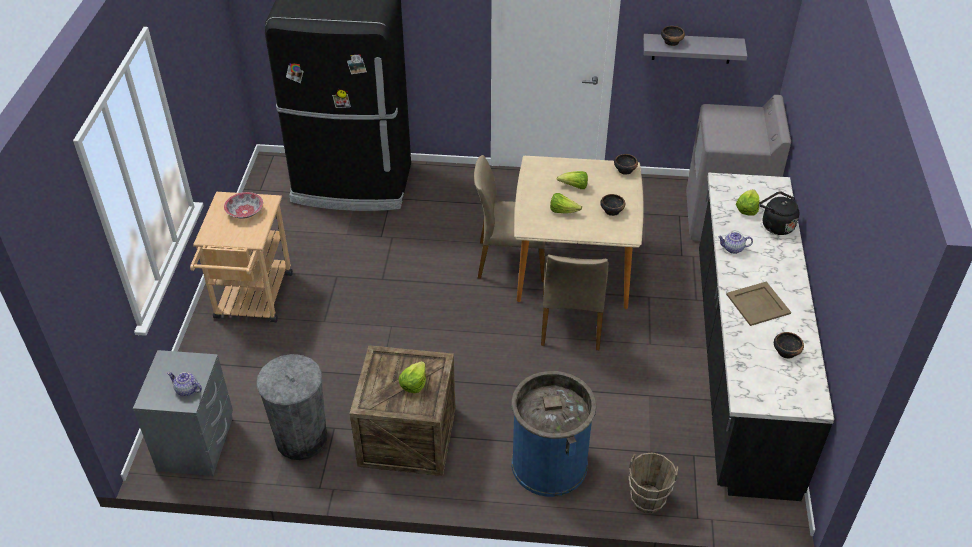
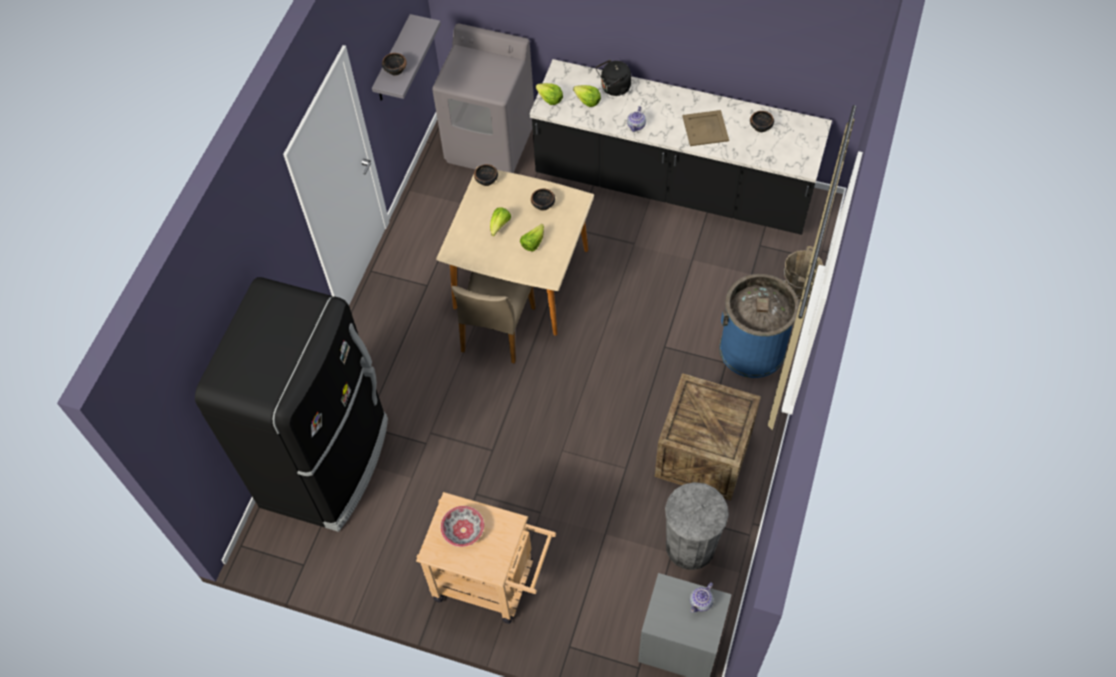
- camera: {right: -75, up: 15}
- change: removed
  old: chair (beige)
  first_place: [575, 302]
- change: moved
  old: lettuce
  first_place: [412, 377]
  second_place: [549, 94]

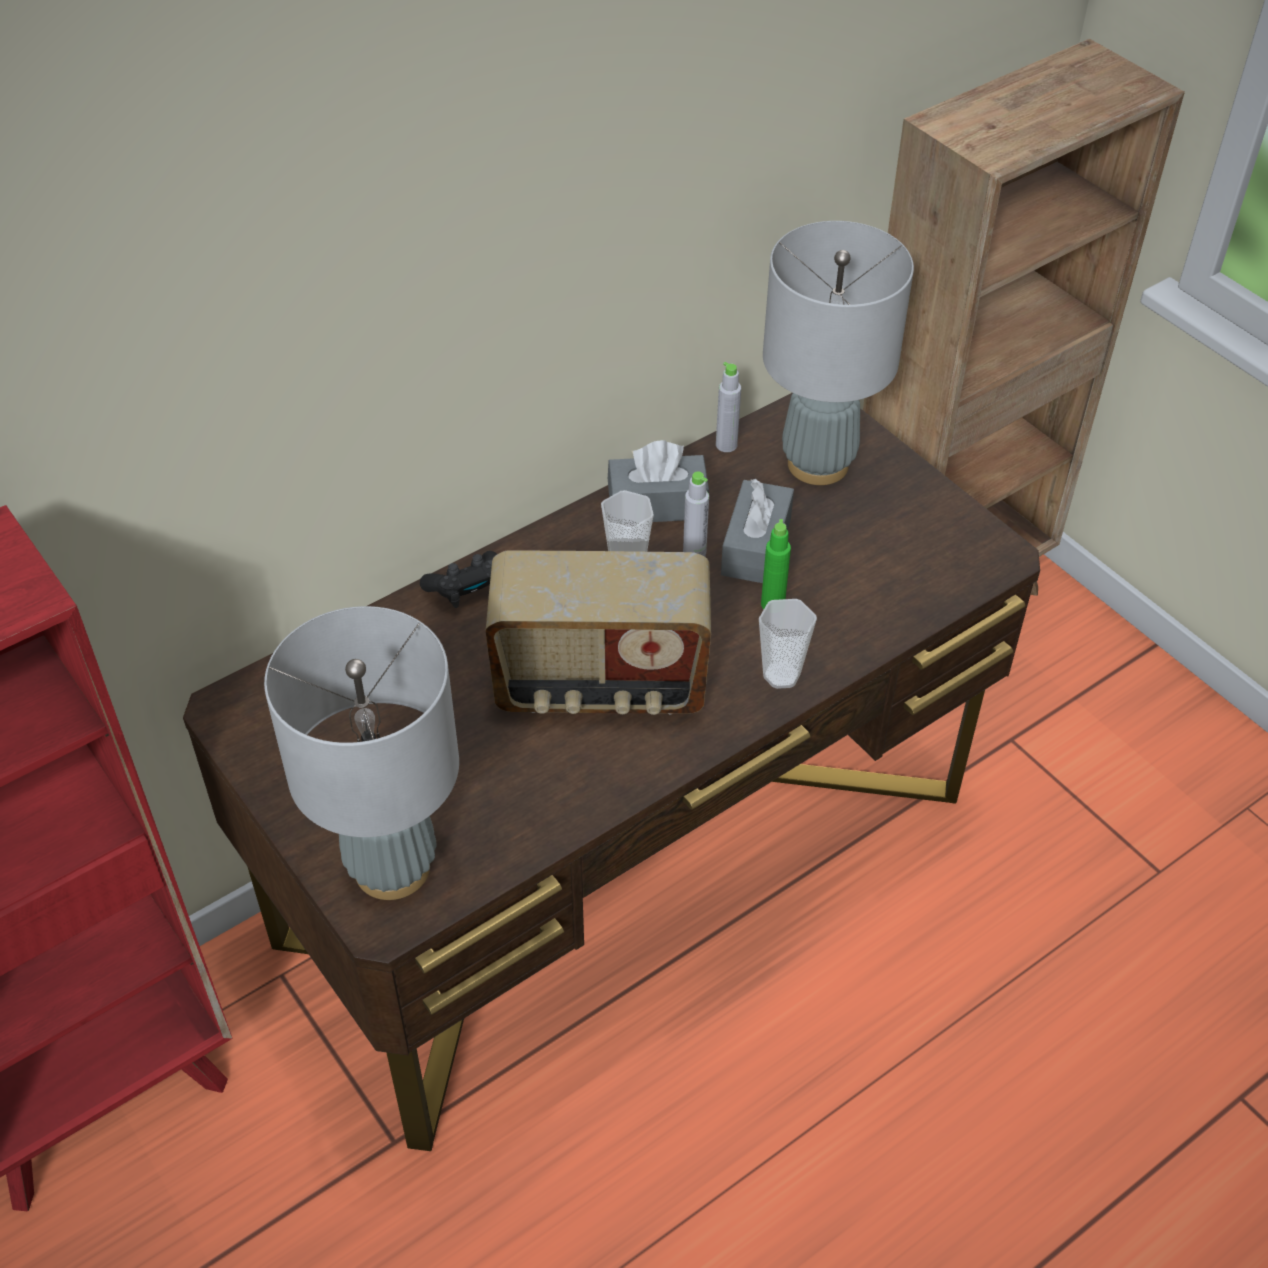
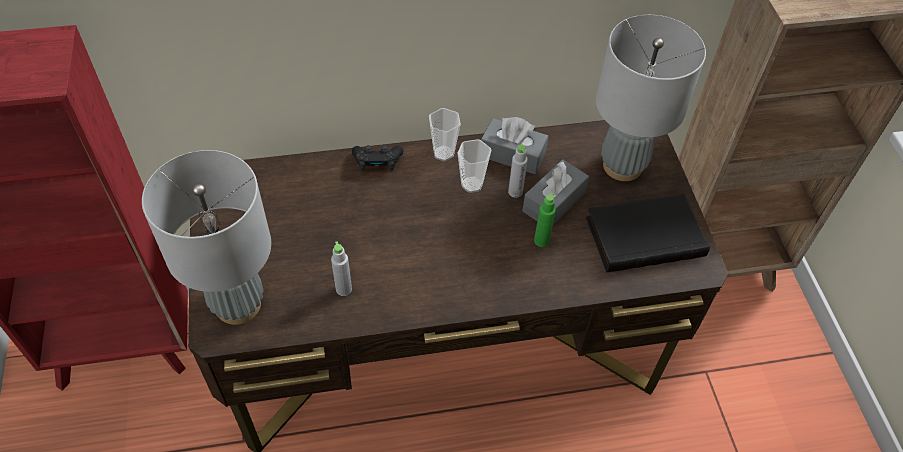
- camera: {right: 25, up: 5}
- change: removed
  old: radio
  first_place: [598, 632]
- change: added
  new: book (black)
  second_place: [648, 233]
- change: moved
  old: bottle (grey)
  first_place: [728, 407]
  second_place: [341, 268]
- change: moved
  old: cup
  first_place: [788, 644]
  second_place: [445, 134]

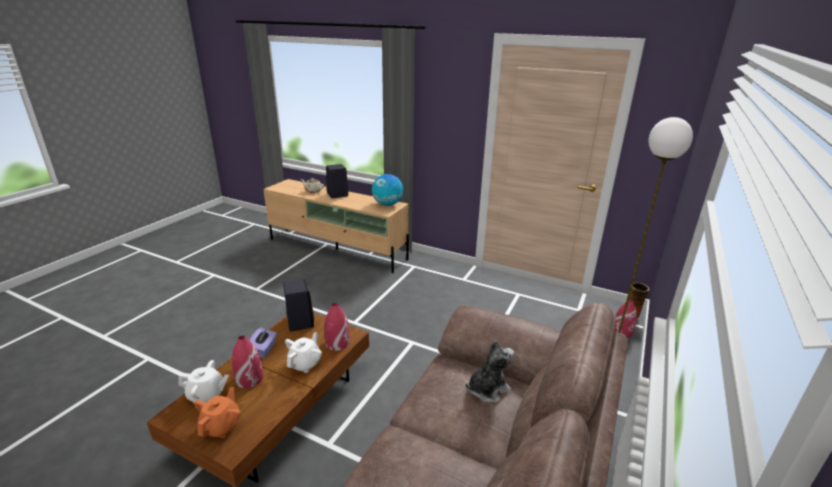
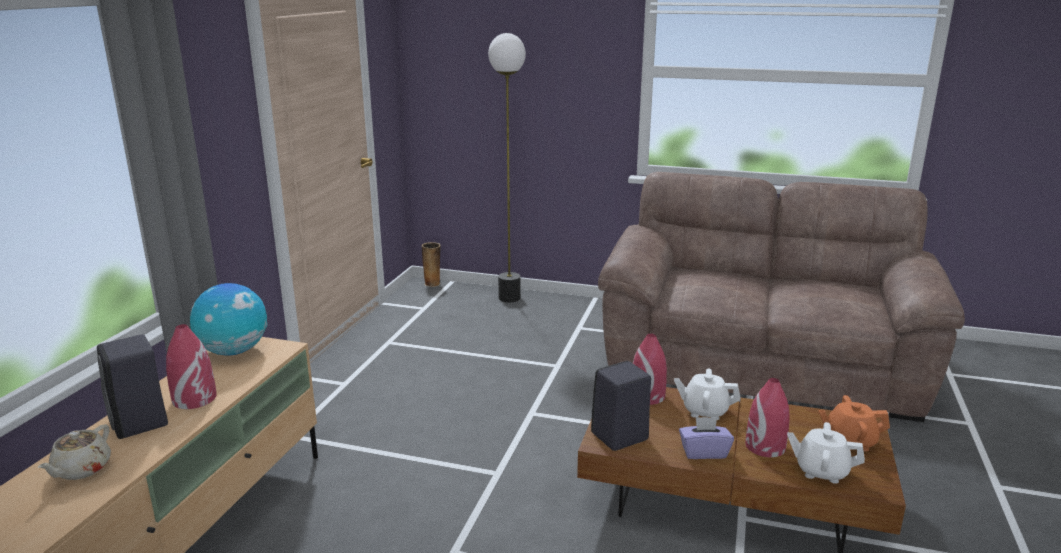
- camera: {right: -100, up: -5}
- change: removed
  old: plush toy
  first_place: [489, 371]
- change: moved
  old: vase (red)
  first_place: [626, 318]
  second_place: [191, 366]
- change: turned
  old: teapot (white)
  first_place: [203, 381]
  second_place: [826, 453]
  degrees: -60

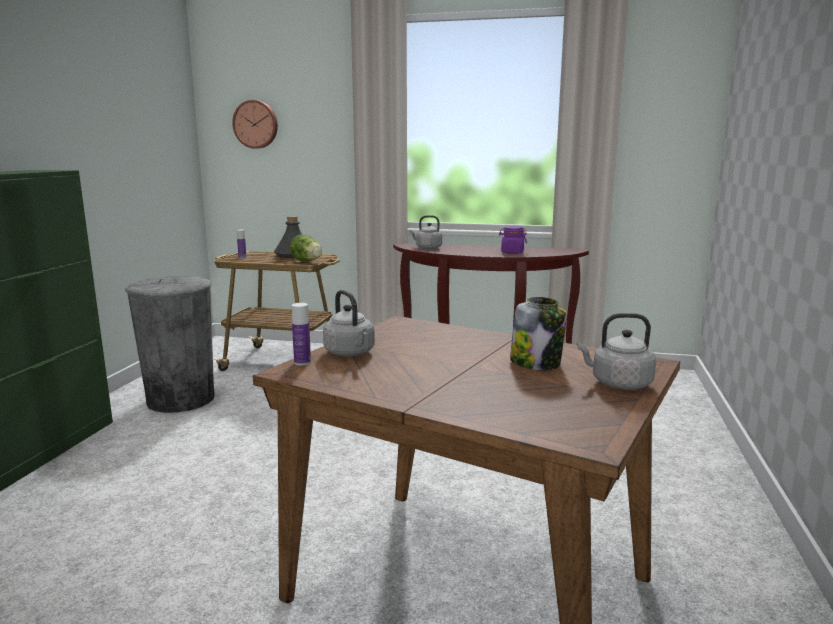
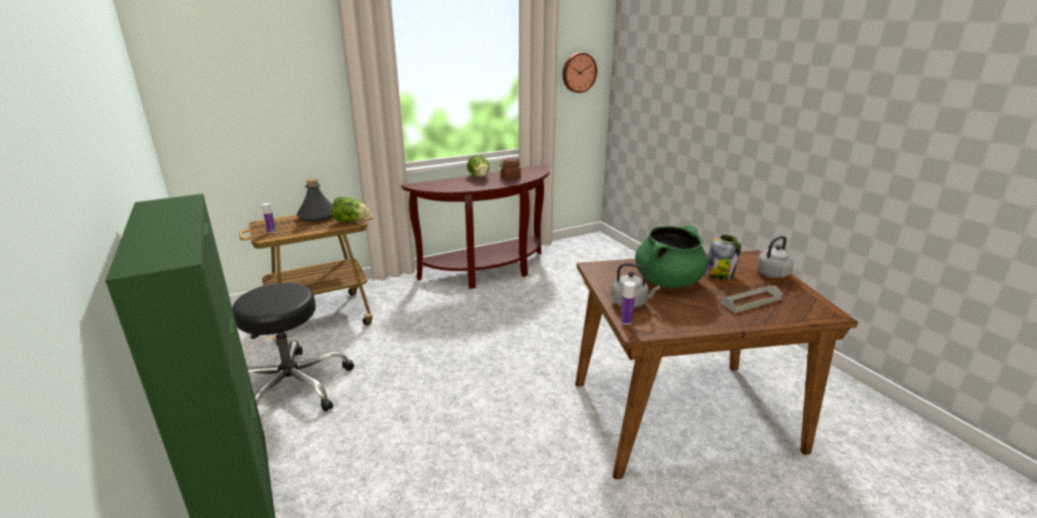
- camera: {right: -40, up: 10}
- change: removed
  old: kettle (grey)
  first_place: [426, 232]
- change: added
  new: lettuce
  second_place: [478, 166]
- change: added
  new: cooking pot (green)
  second_place: [671, 257]
- change: added
  new: tray (grey)
  second_place: [751, 299]
- change: moved
  old: wall clock
  first_place: [255, 124]
  second_place: [580, 73]
- change: replaced
  old: trash can (grey)
  new: stool (black)
  first_place: [170, 344]
  second_place: [293, 347]
- change: recoloured
  old: jar (purple)
  new: jar (brown)
  first_place: [513, 240]
  second_place: [510, 169]

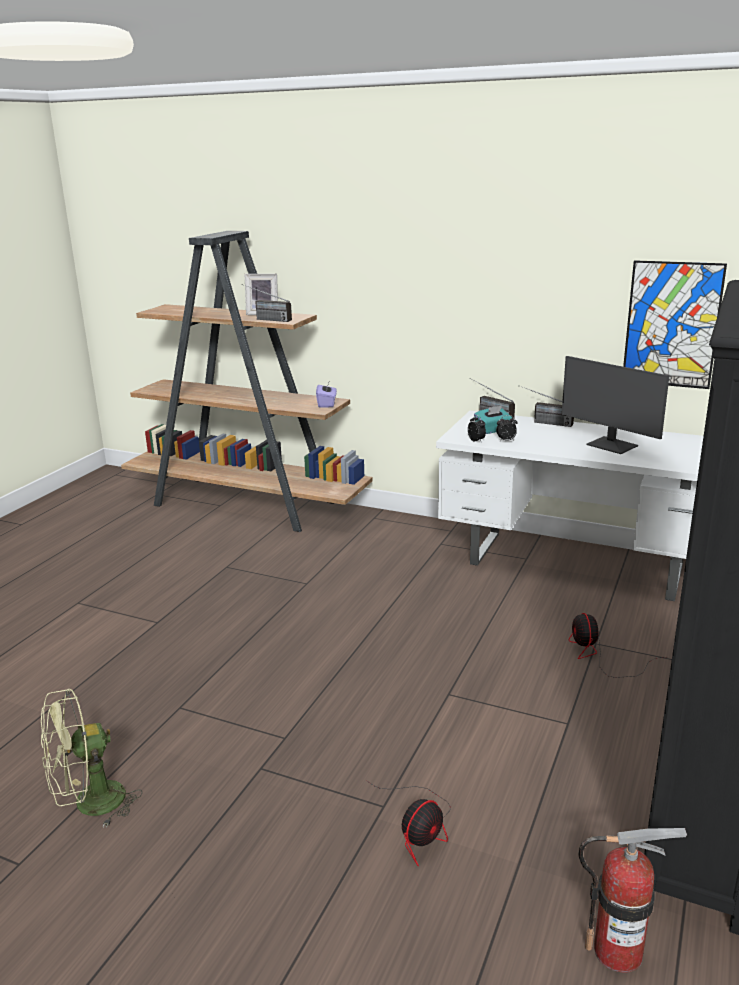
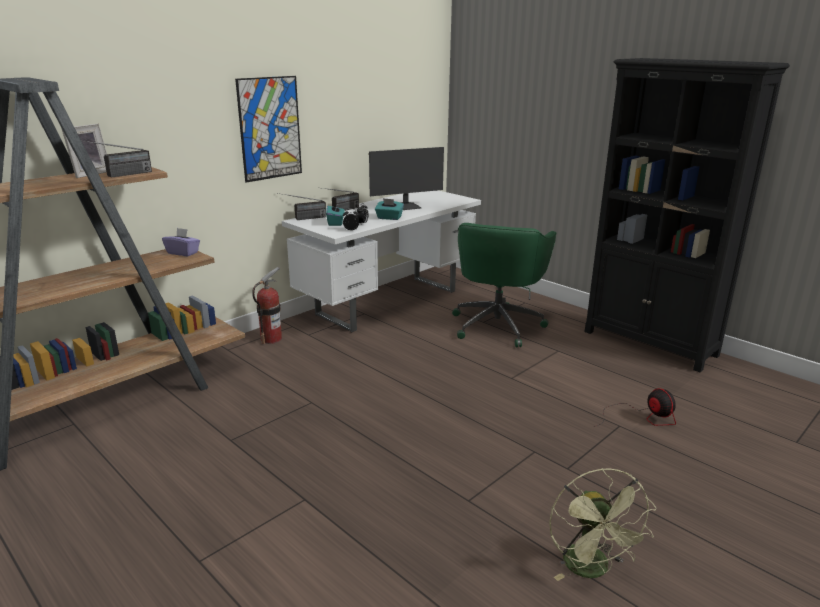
- camera: {right: -70, up: 0}
- change: added
  new: tissue box (turquoise)
  second_place: [389, 209]
- change: moved
  old: fire extinguisher
  first_place: [632, 900]
  second_place: [267, 305]
- change: moved
  old: picture
  first_place: [675, 324]
  second_place: [268, 129]
- change: replaced
  old: fan
  new: office chair (green)
  first_place: [617, 645]
  second_place: [504, 285]

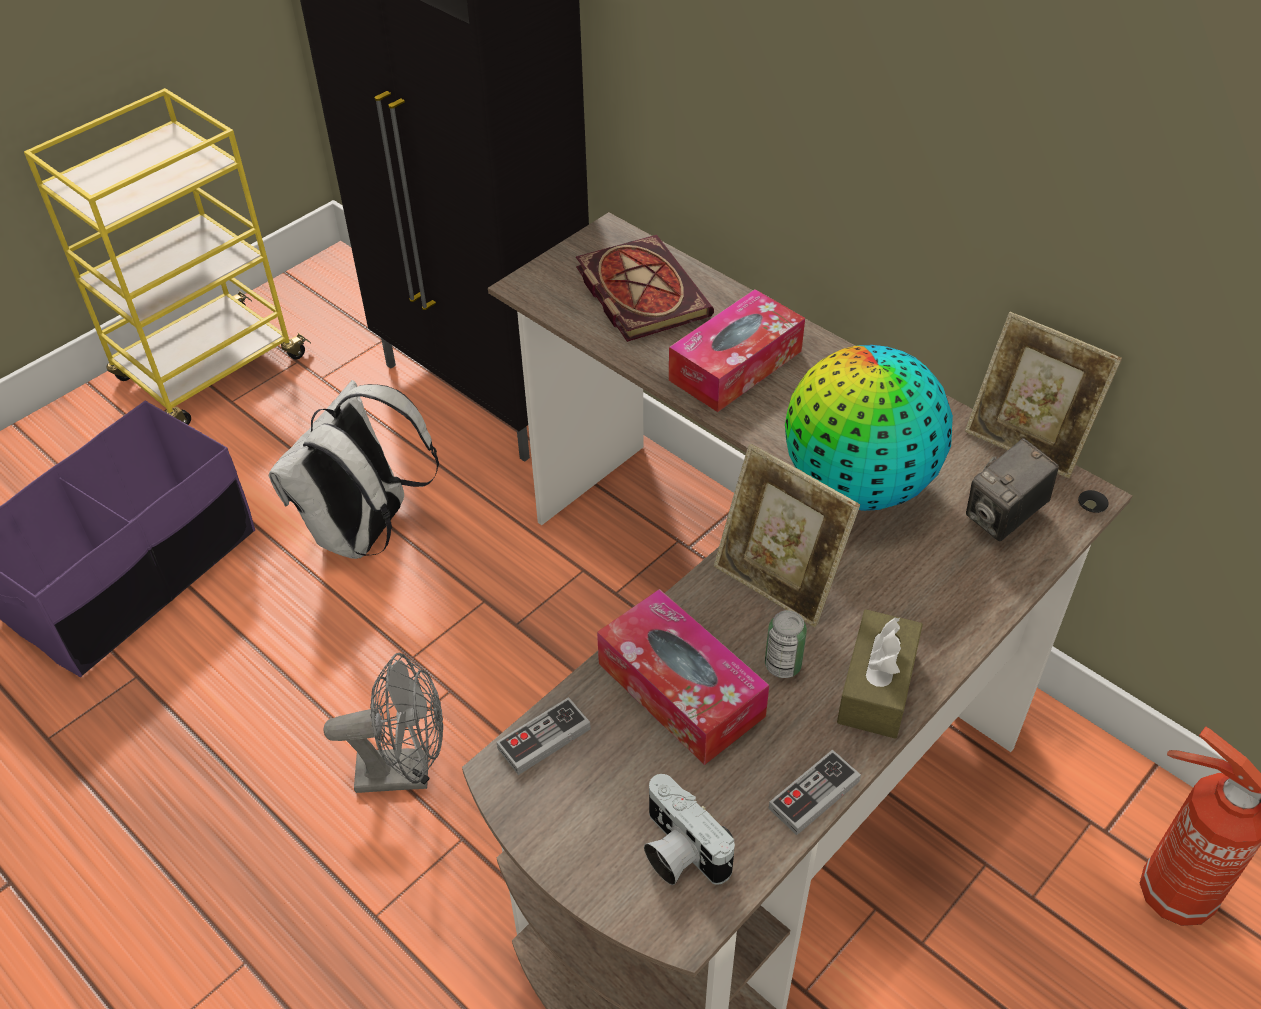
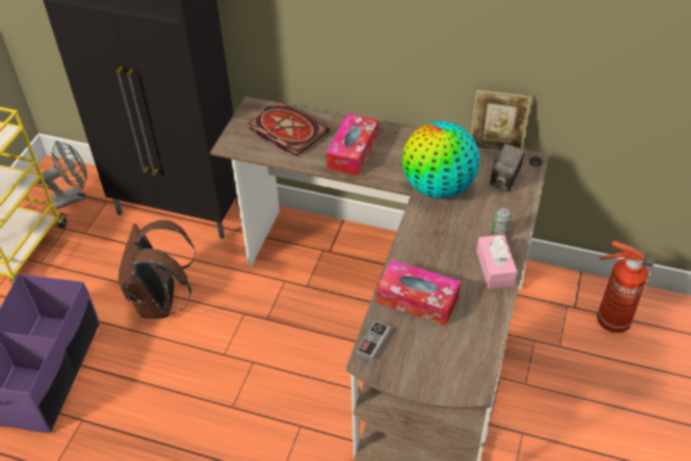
- camera: {right: -25, up: 0}
- change: removed
  old: photo camera
  first_place: [689, 829]
- change: removed
  old: picture frame
  first_place: [787, 536]
- change: removed
  old: game controller
  first_place: [814, 792]
- change: moved
  old: fan (grey)
  first_place: [383, 723]
  second_place: [62, 175]
- change: moved
  old: can
  first_place: [786, 644]
  second_place: [501, 222]
- change: recoloured
  old: backpack (white)
  new: backpack (brown)
  first_place: [354, 469]
  second_place: [157, 269]
- change: recoloured
  old: tissue box (brown)
  new: tissue box (pink)
  first_place: [880, 674]
  second_place: [497, 261]

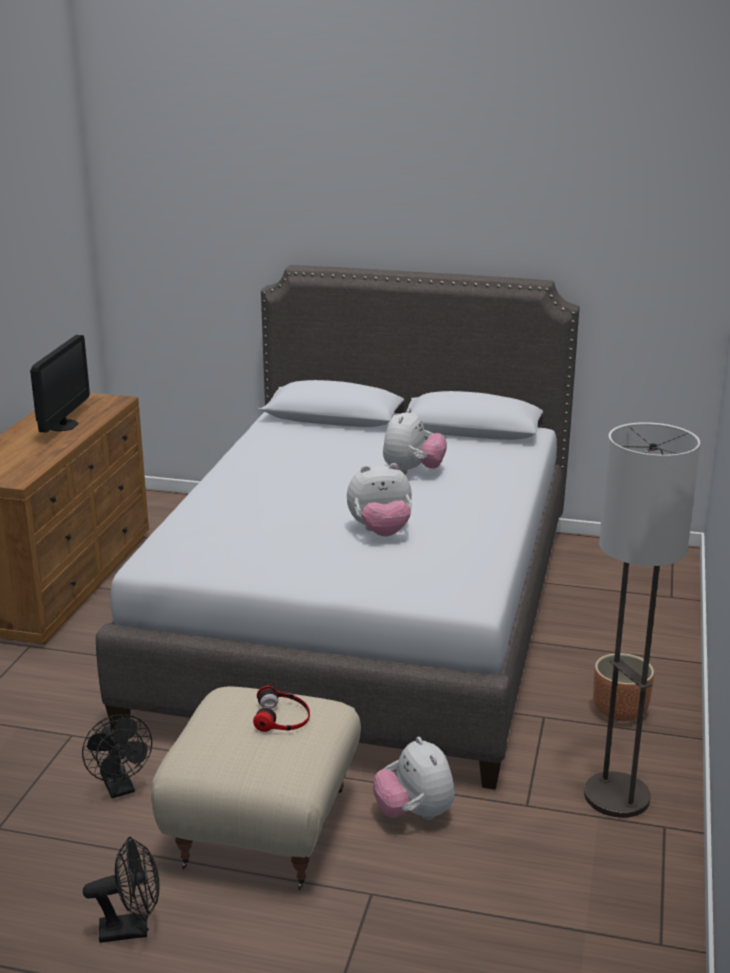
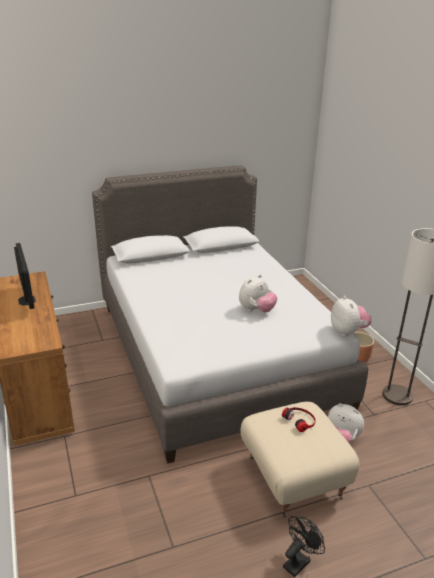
- camera: {right: -35, up: 5}
- change: removed
  old: fan (black)
  first_place: [117, 756]
- change: moved
  old: plush toy
  first_place: [415, 441]
  second_place: [351, 316]

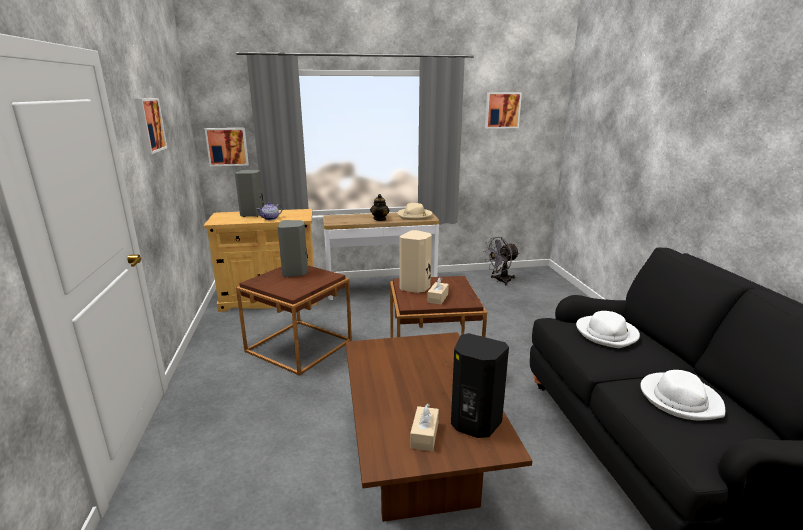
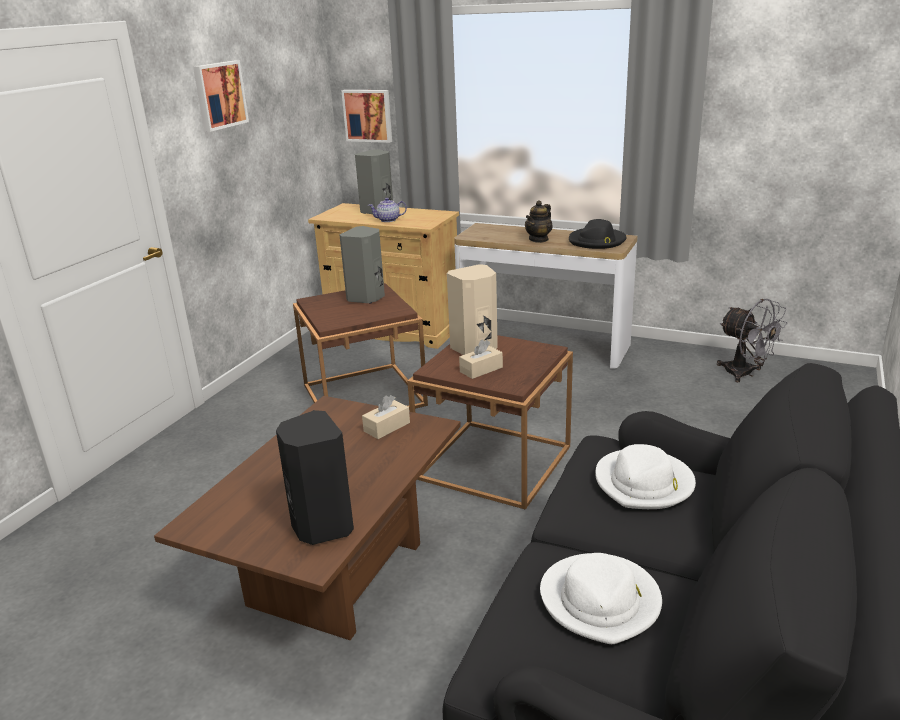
- camera: {right: 35, up: 5}
- change: removed
  old: picture
  first_place: [503, 110]
- change: moved
  old: tissue box (beige)
  first_place: [424, 427]
  second_place: [386, 417]
- change: recoloured
  old: hat (beige)
  new: hat (black)
  first_place: [414, 211]
  second_place: [597, 234]
- change: turned
  old: fan (grey)
  first_place: [501, 261]
  second_place: [752, 340]
  degrees: -135

